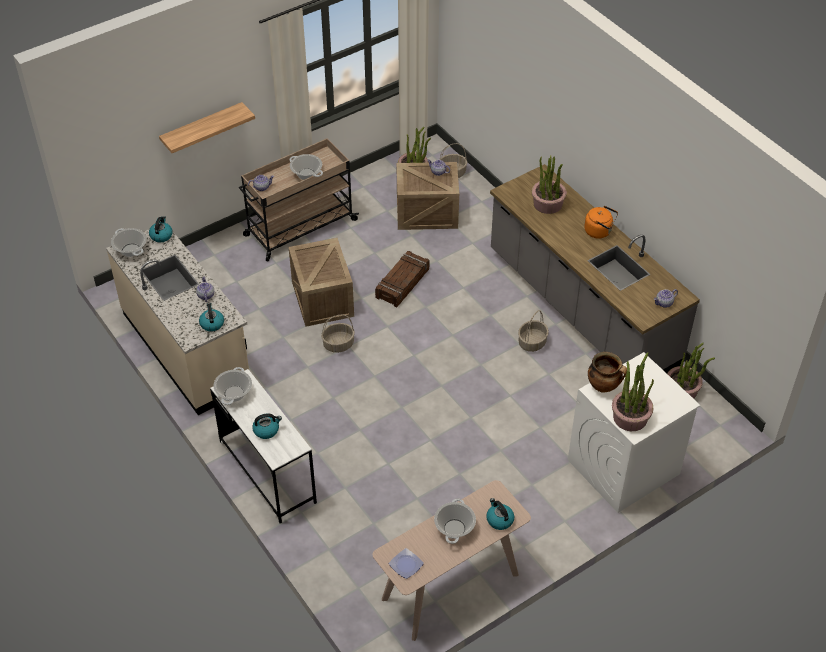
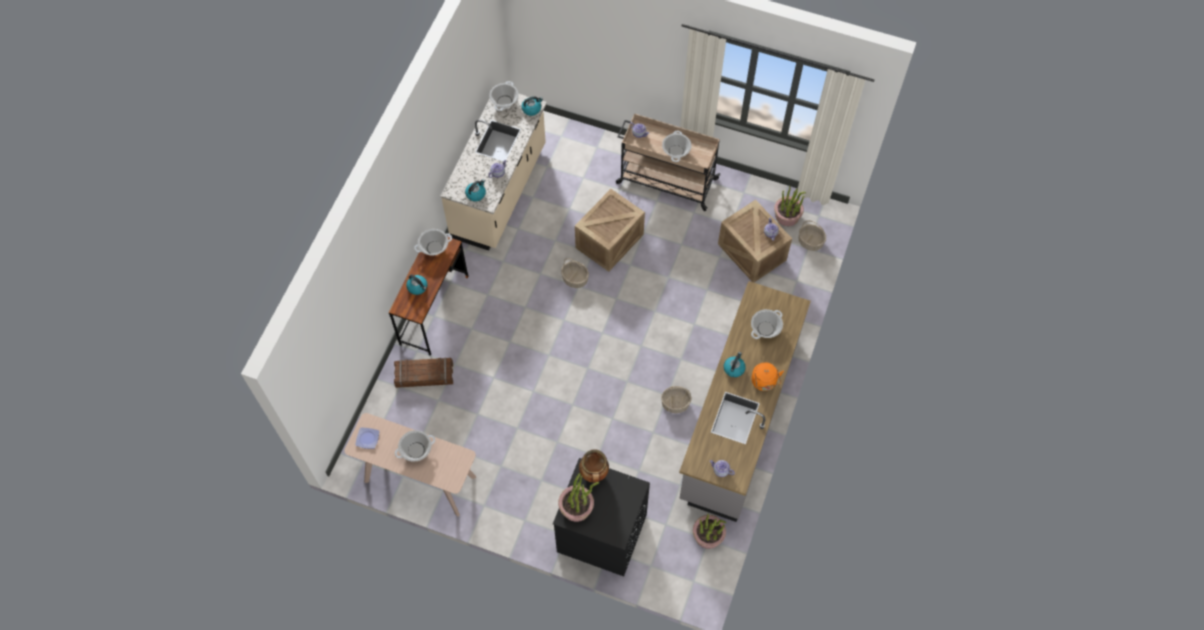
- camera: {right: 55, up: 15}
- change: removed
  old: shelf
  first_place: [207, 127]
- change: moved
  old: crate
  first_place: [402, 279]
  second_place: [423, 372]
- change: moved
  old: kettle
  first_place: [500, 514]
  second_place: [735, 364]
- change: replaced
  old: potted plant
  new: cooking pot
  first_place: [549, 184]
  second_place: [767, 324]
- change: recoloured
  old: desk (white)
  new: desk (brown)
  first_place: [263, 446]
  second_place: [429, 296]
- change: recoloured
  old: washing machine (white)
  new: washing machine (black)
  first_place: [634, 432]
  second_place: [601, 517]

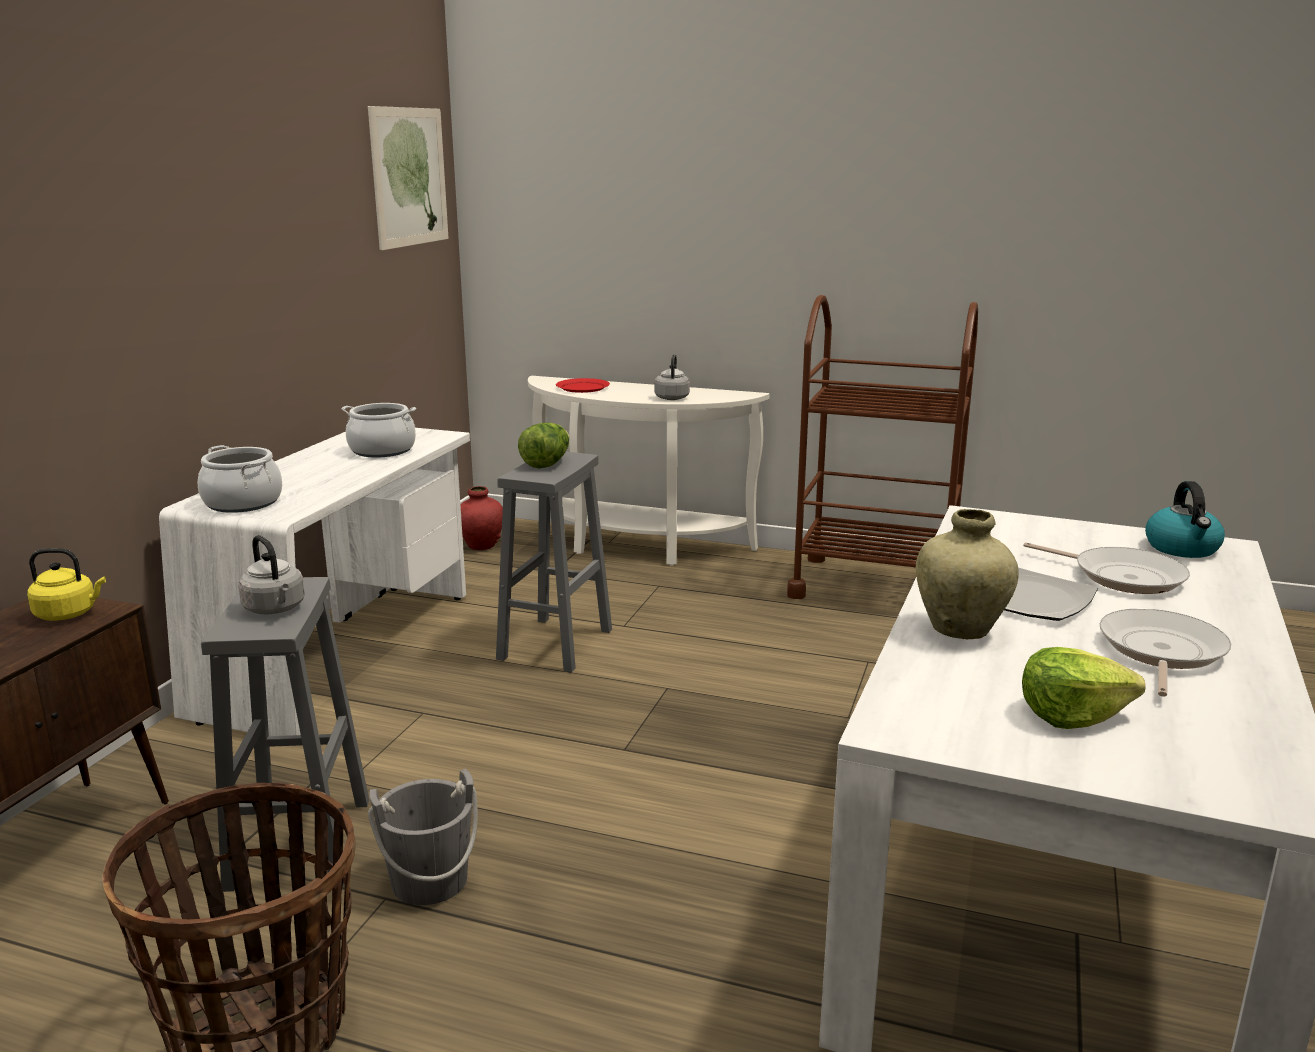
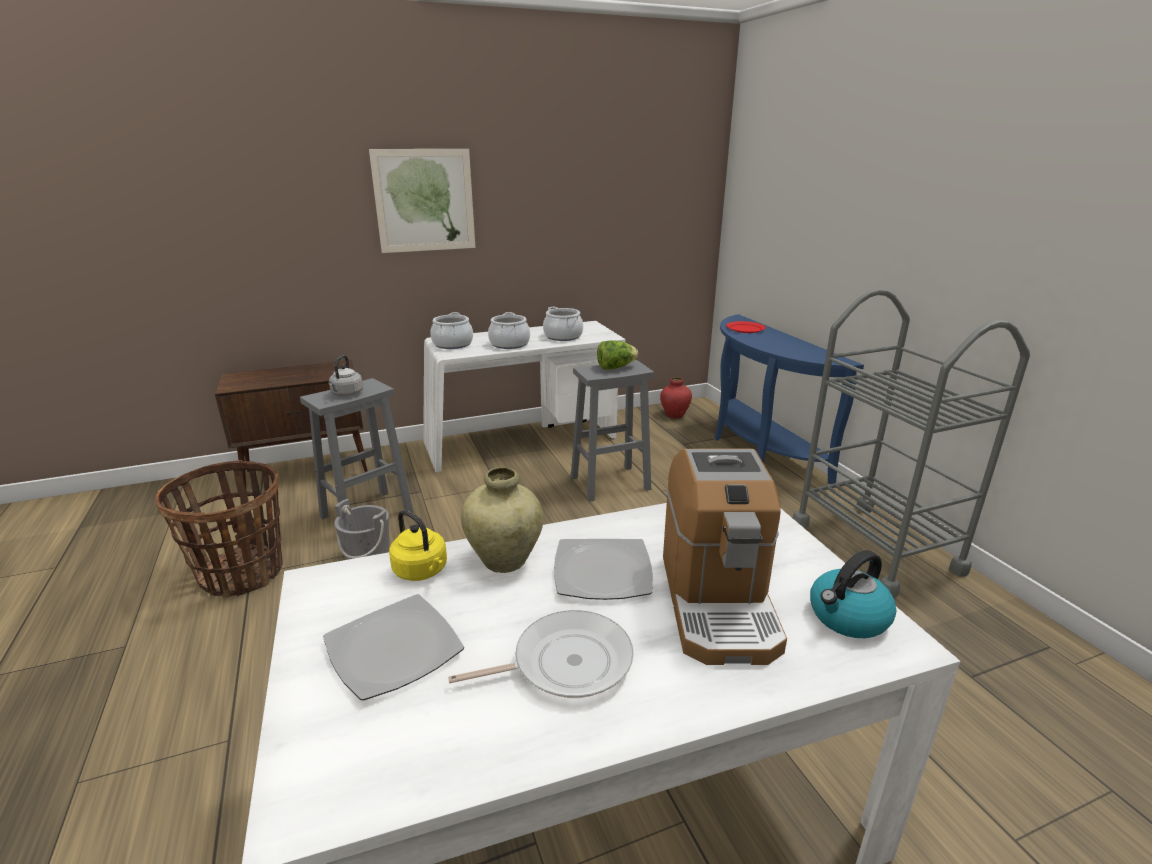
- camera: {right: 50, up: 5}
- change: removed
  old: kettle (grey)
  first_place: [672, 377]
- change: added
  new: cooking pot
  second_place: [509, 330]
- change: moved
  old: kettle (yellow)
  first_place: [66, 584]
  second_place: [418, 545]
- change: moved
  old: picture
  first_place: [408, 178]
  second_place: [422, 201]
- change: replaced
  old: lettuce
  new: plate
  first_place: [1084, 688]
  second_place: [393, 647]
- change: replaced
  old: frying pan
  new: coffee machine
  first_place: [1106, 568]
  second_place: [725, 557]
- change: recoloured
  old: console table (white)
  new: console table (blue)
  first_place: [649, 471]
  second_place: [789, 399]
- change: recoloured
  old: cart (brown)
  new: cart (grey)
  first_place: [882, 447]
  second_place: [911, 444]

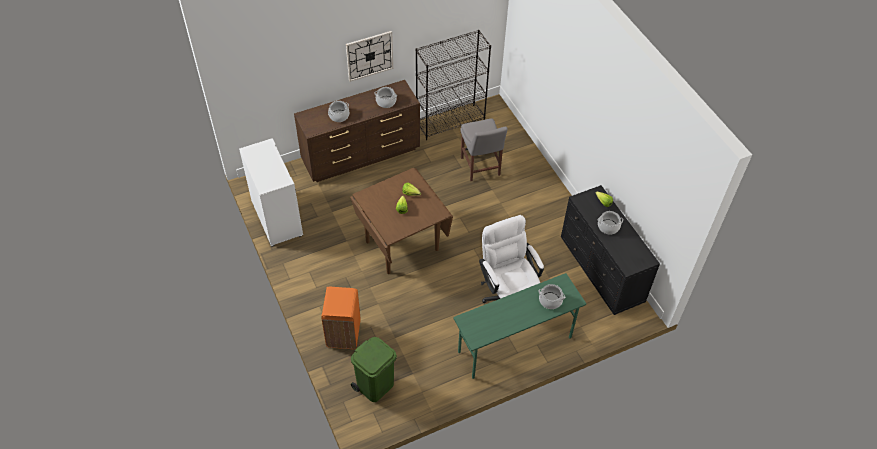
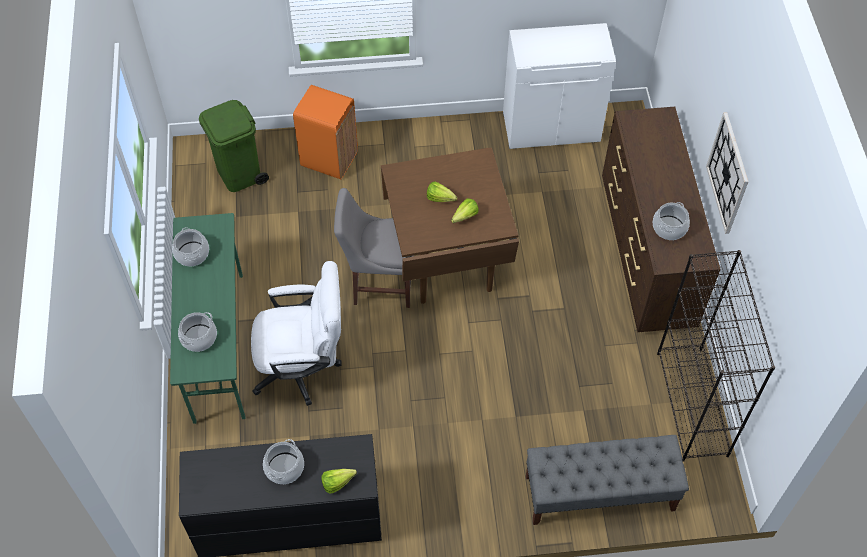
- camera: {right: 110, up: 5}
- change: added
  new: bench (grey)
  second_place: [607, 480]
- change: moved
  old: cooking pot
  first_place: [338, 111]
  second_place: [190, 246]
- change: moved
  old: chair (grey)
  first_place: [484, 149]
  second_place: [373, 248]

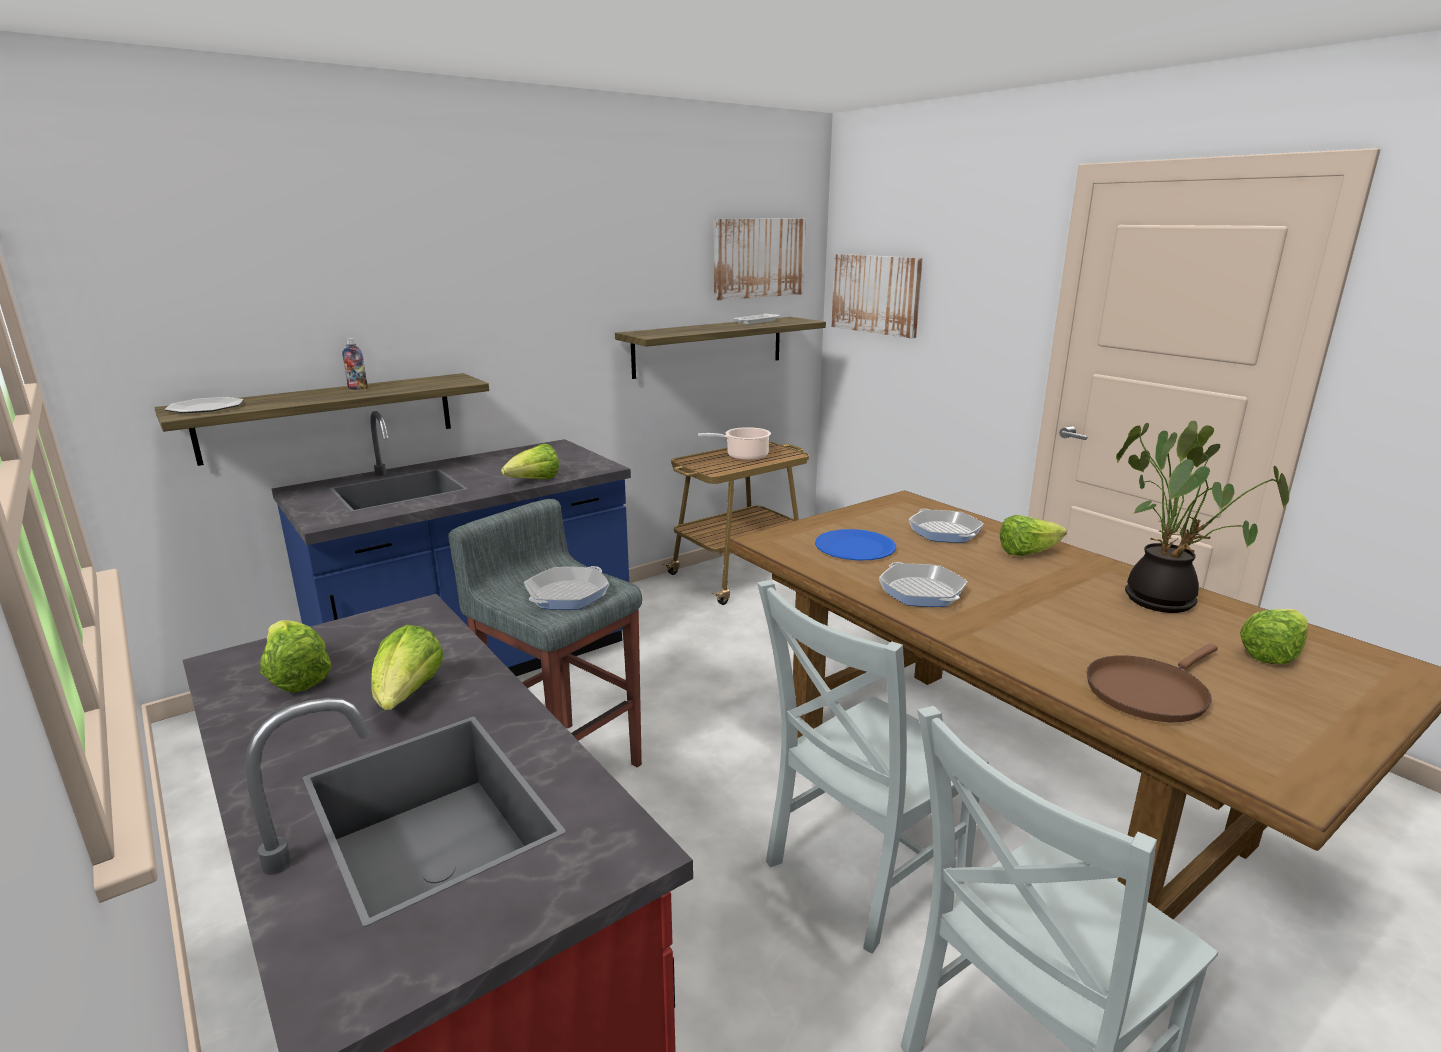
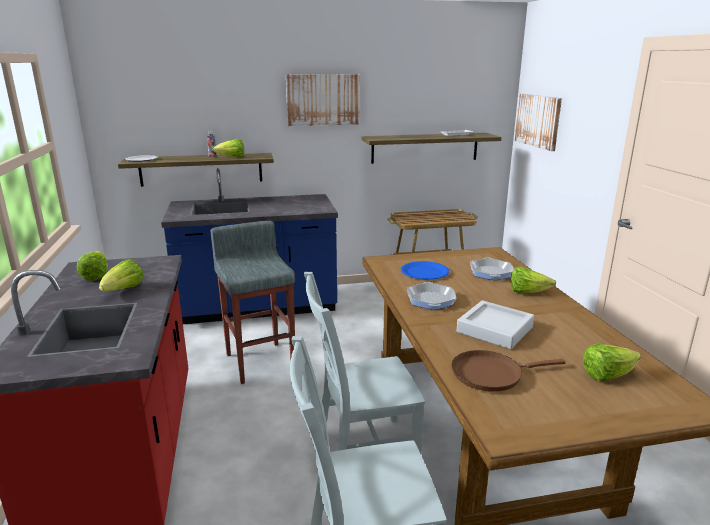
- camera: {right: 25, up: 0}
- change: removed
  old: frying pan
  first_place: [566, 588]
- change: removed
  old: cooking pot
  first_place: [734, 444]
- change: removed
  old: potted plant
  first_place: [1202, 517]
- change: added
  new: tray (grey)
  second_place: [495, 324]
- change: moved
  old: lettuce
  first_place: [530, 461]
  second_place: [228, 148]
- change: moved
  old: picture
  first_place: [760, 259]
  second_place: [323, 100]

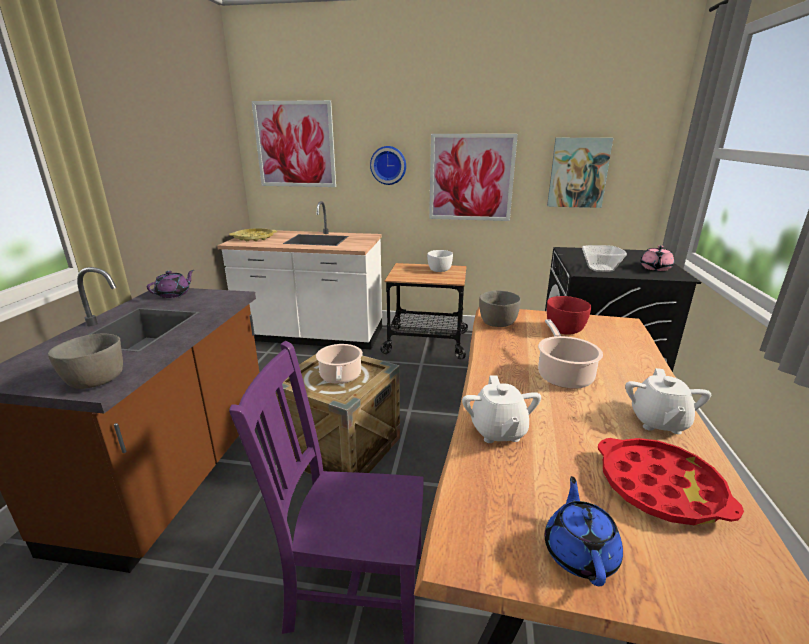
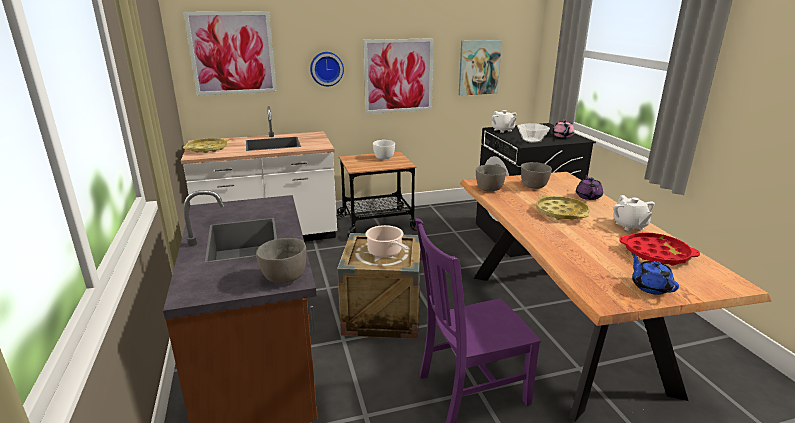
- camera: {right: -25, up: 0}
- change: moved
  old: teapot (purple)
  first_place: [170, 284]
  second_place: [589, 187]
- change: moved
  old: teapot (white)
  first_place: [501, 409]
  second_place: [504, 121]
- change: replaced
  old: cooking pot
  new: tray (yellow)
  first_place: [570, 354]
  second_place: [563, 207]
- change: recoloured
  old: bowl (red)
  new: bowl (grey)
  first_place: [569, 315]
  second_place: [536, 175]

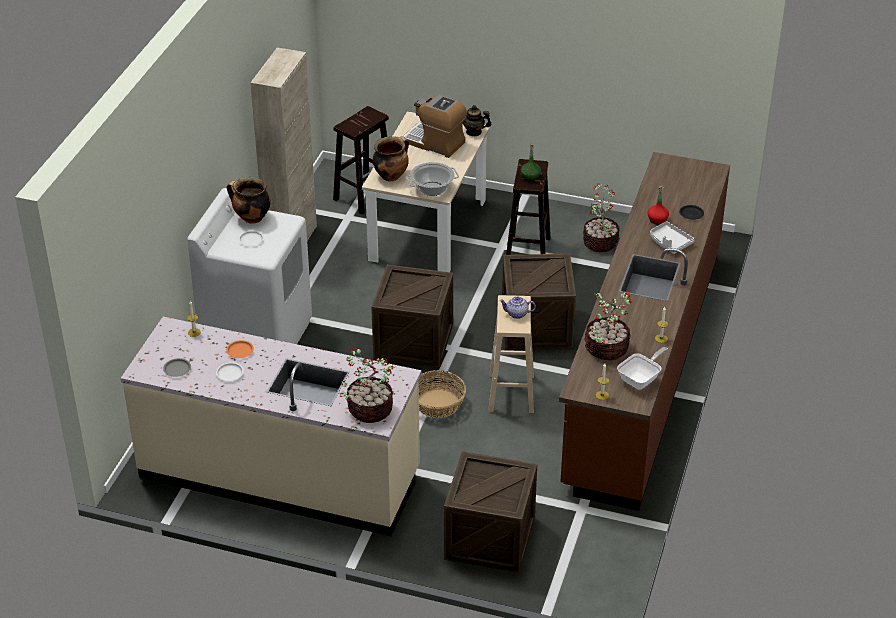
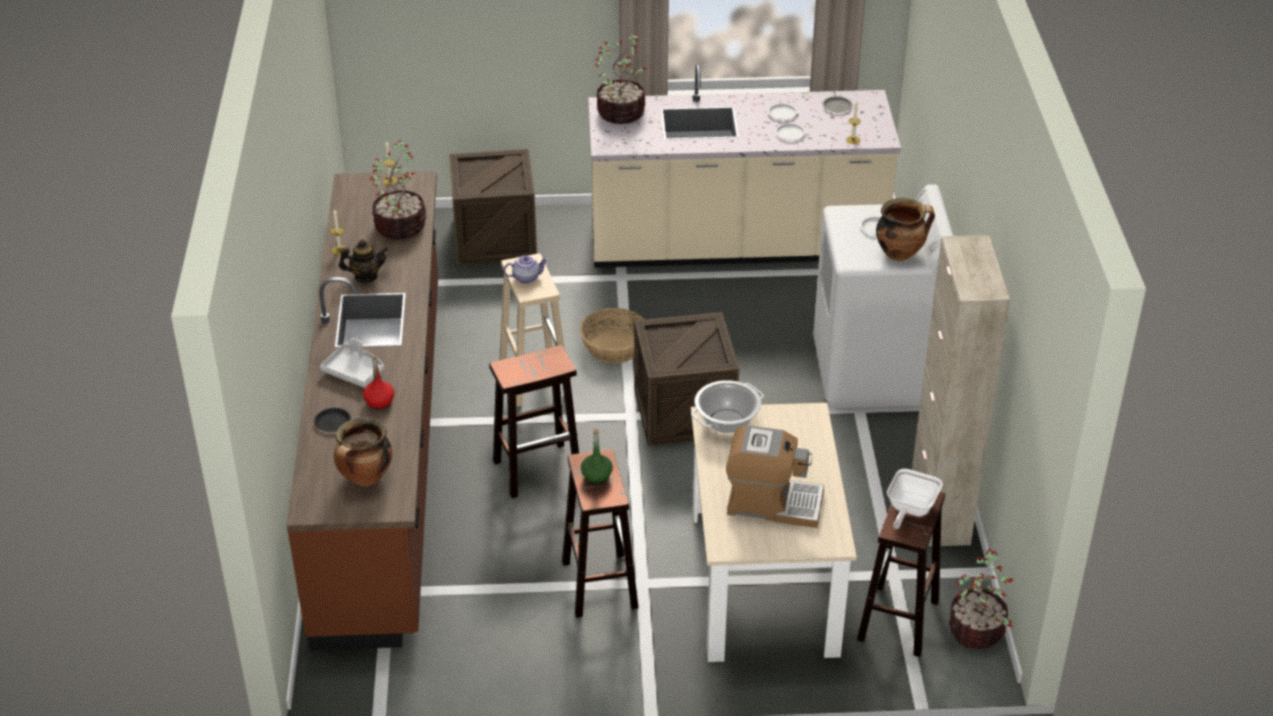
- camera: {right: 160, up: 0}
- change: moved
  old: cooking pot
  first_place: [391, 158]
  second_place: [363, 451]
- change: moved
  old: teapot
  first_place: [477, 120]
  second_place: [363, 261]
- change: moved
  old: potted plant
  first_place: [601, 217]
  second_place: [981, 599]
- change: moved
  old: frying pan
  first_place: [642, 368]
  second_place: [915, 499]
- change: replaced
  old: crate
  new: stool (brown)
  first_place: [539, 302]
  second_place: [534, 421]
- change: recoloured
  old: plate (orange)
  new: plate (white)
  first_place: [240, 349]
  second_place: [790, 131]

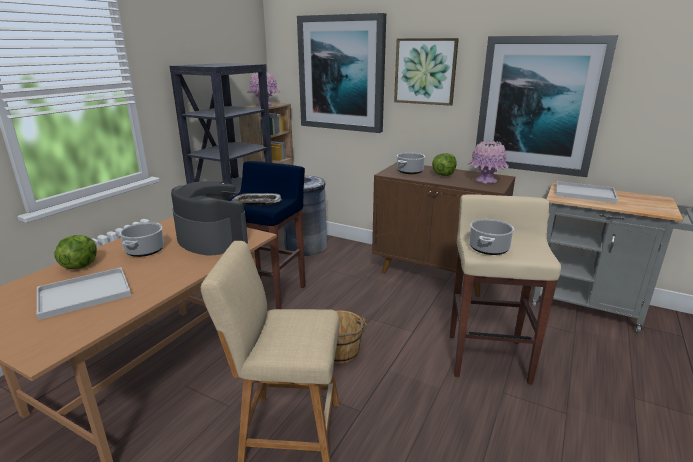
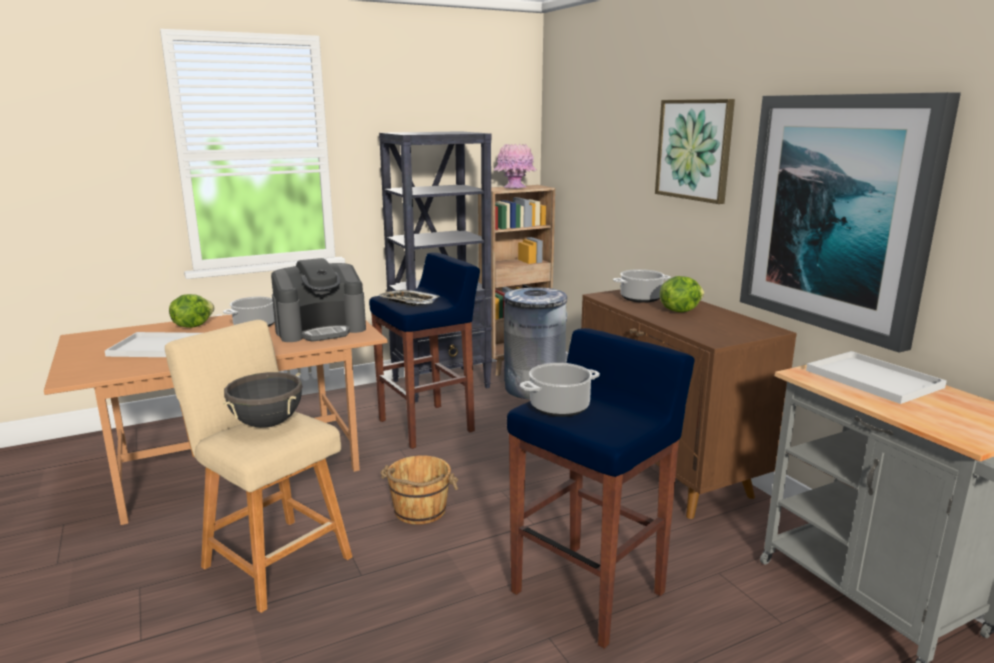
- camera: {right: 35, up: -5}
- change: removed
  old: picture
  first_place: [341, 73]
- change: removed
  old: vase (pink)
  first_place: [488, 162]
- change: added
  new: cooking pot (black)
  second_place: [263, 400]
- change: recoloured
  old: stool (beige)
  new: stool (blue)
  first_place: [505, 289]
  second_place: [601, 488]
- change: turned
  old: coffee machine
  first_place: [209, 218]
  second_place: [318, 300]
  degrees: 75

